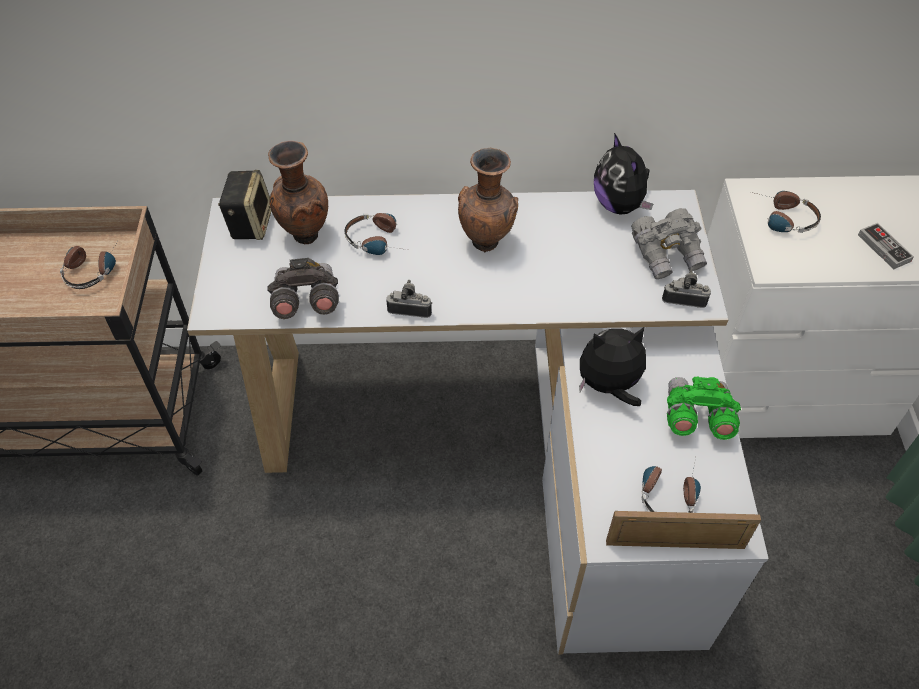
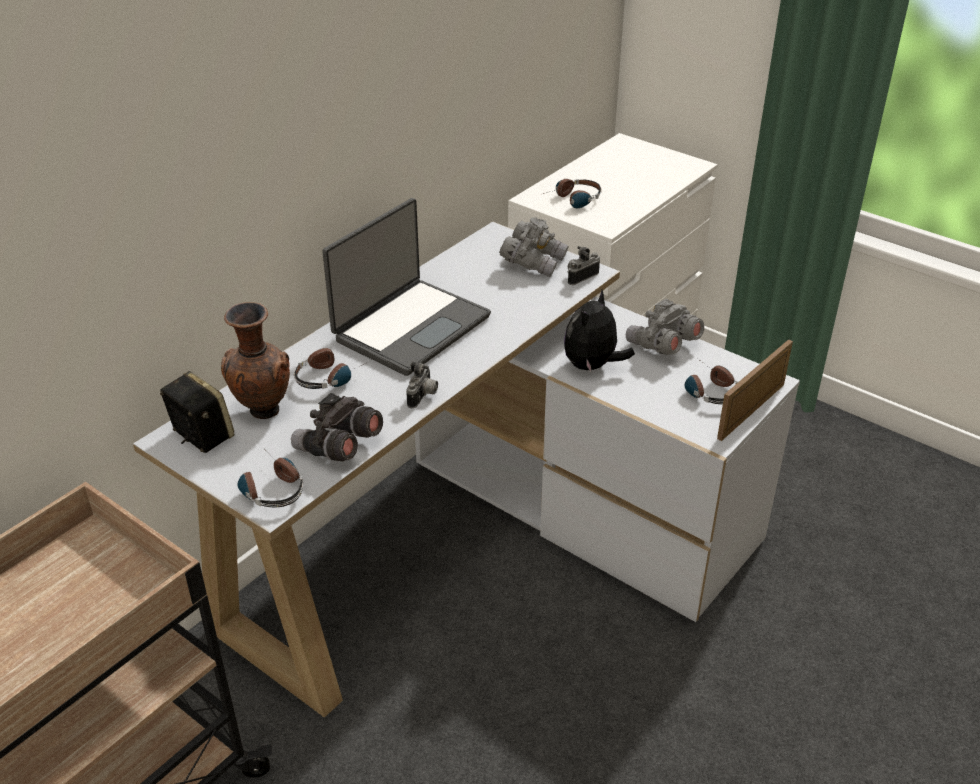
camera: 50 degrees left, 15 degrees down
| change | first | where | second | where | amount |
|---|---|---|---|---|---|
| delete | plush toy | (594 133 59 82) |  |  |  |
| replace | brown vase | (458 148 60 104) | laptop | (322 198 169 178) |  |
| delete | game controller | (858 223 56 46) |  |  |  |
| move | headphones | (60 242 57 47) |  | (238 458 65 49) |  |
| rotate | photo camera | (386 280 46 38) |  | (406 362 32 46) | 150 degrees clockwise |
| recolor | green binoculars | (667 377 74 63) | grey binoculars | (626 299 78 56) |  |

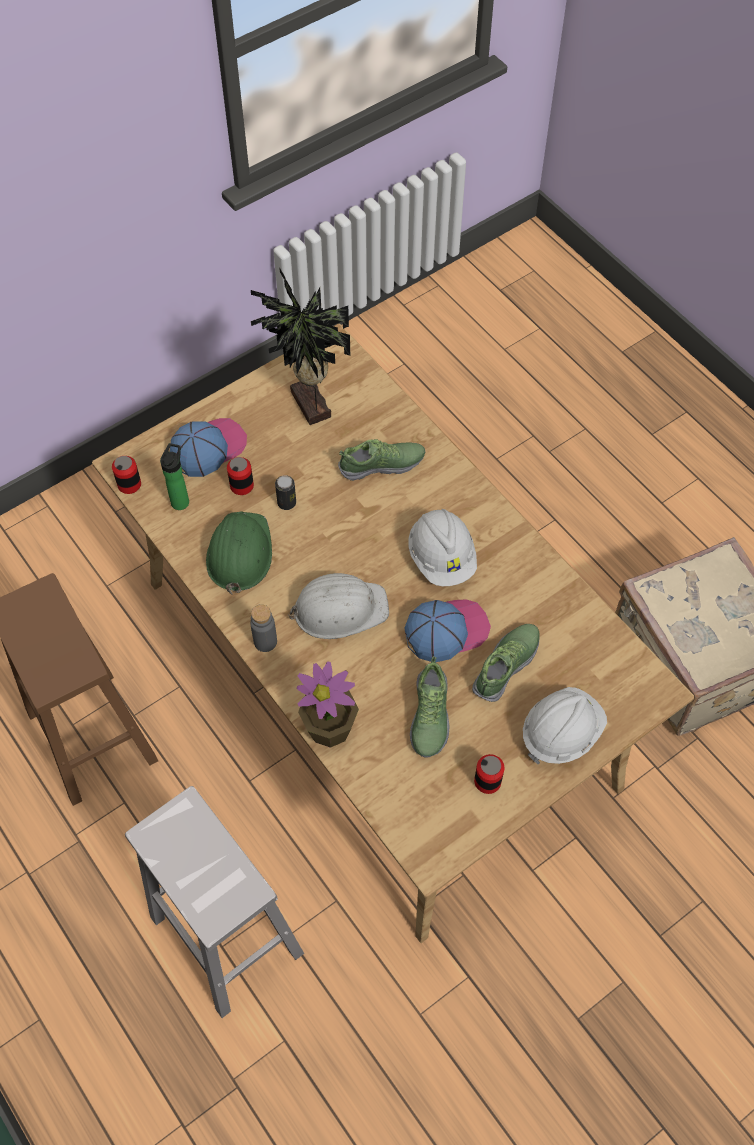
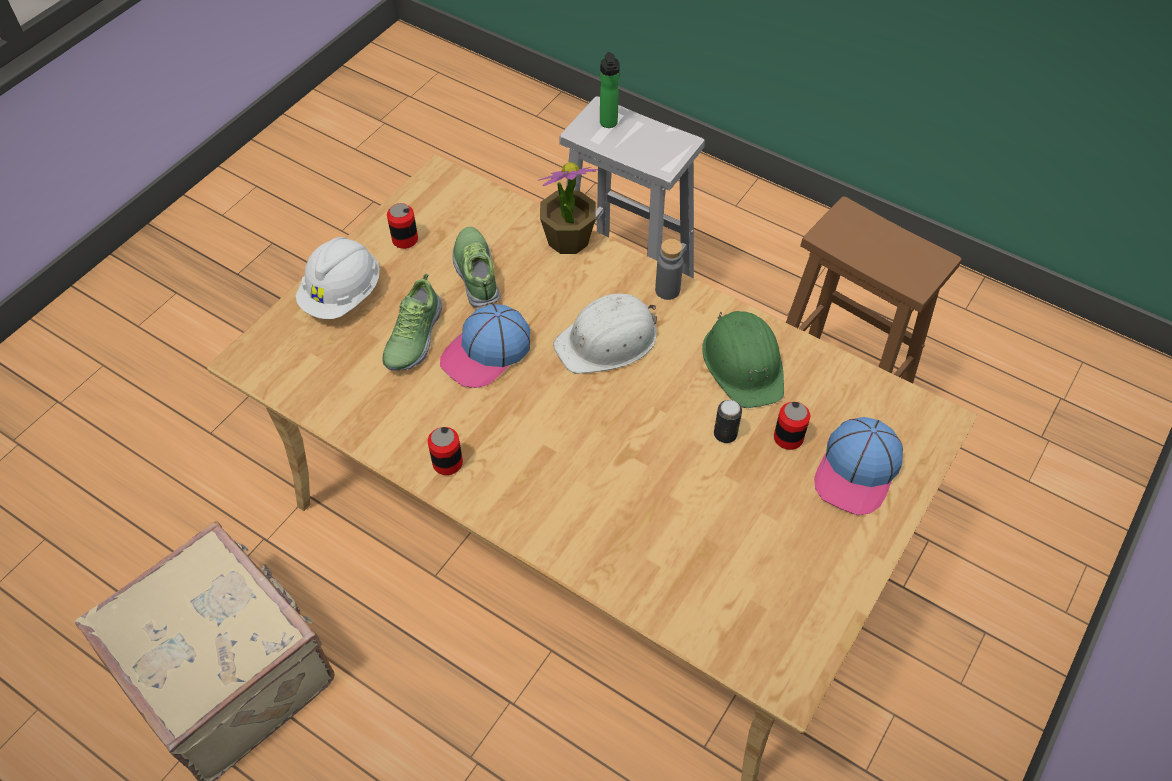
camera: 160 degrees right, 5 degrees down
| change | first | where | second | where | amount |
|---|---|---|---|---|---|
| delete | potted plant | (251 267 99 158) |  |  |  |
| delete | shoe | (338 439 87 42) |  |  |  |
| move | bottle | (160 443 29 67) |  | (600 52 20 76) |  |
| move | can | (112 456 29 38) |  | (428 427 35 48) |  |
| delete | white hard hat | (408 509 69 77) |  |  |  |

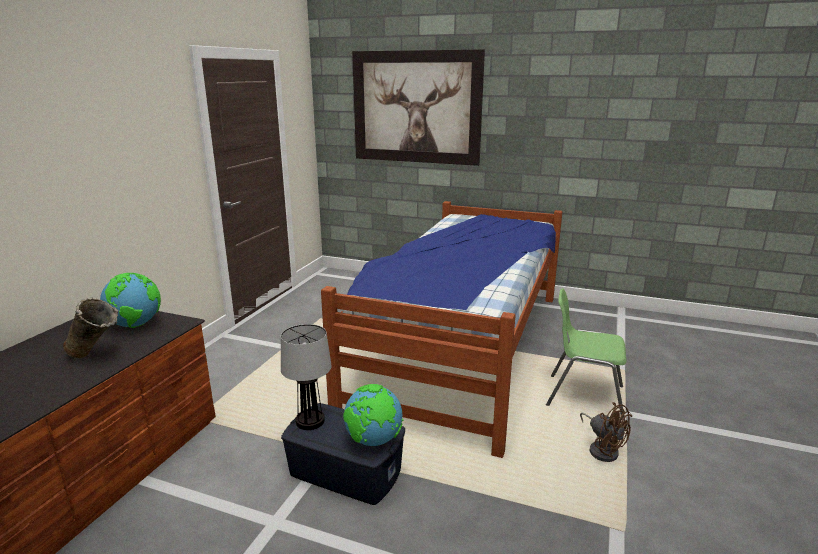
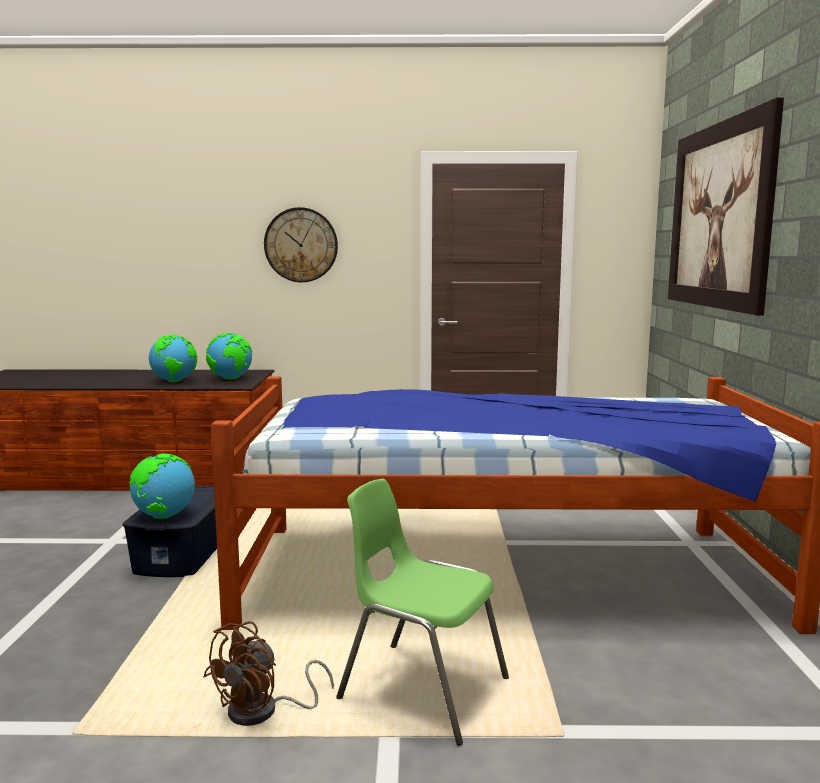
camera: 70 degrees right, 10 degrees down
| change | first | where | second | where | amount |
|---|---|---|---|---|---|
| rotate | green chair | (546 288 81 133) |  | (336 479 173 267) | 60 degrees counterclockwise |
| replace | beige vase | (63 298 56 60) | globe | (149 335 48 47) |  |
| delete | table lamp | (281 324 51 106) |  |  |  |
| insert |  |  | wall clock | (264 207 74 75) |  |

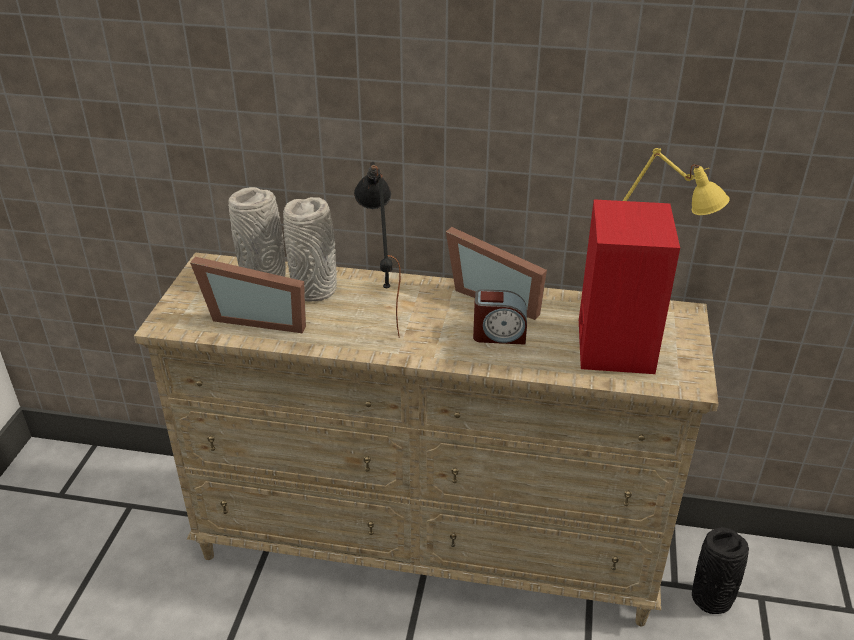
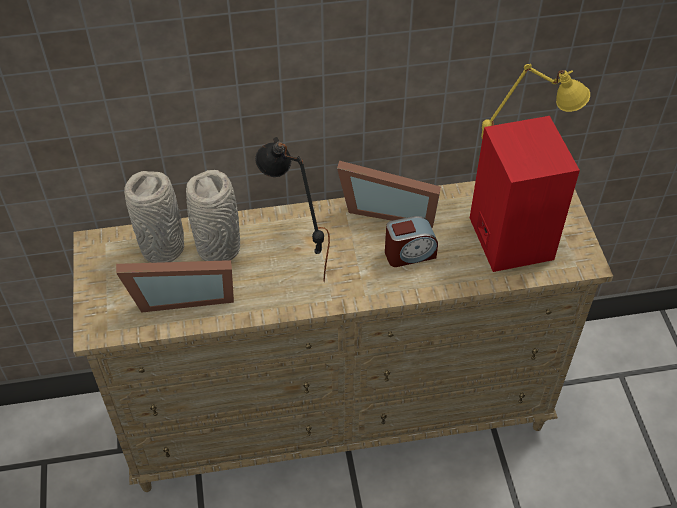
camera: 20 degrees left, 15 degrees up
| change | first | where | second | where | amount |
|---|---|---|---|---|---|
| delete | black vase | (692 527 57 87) |  |  |  |

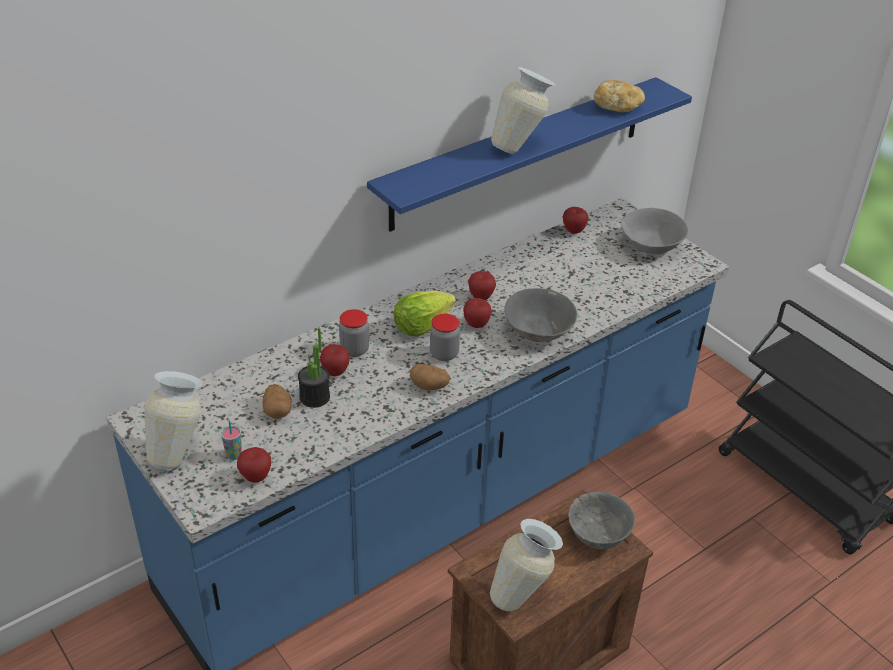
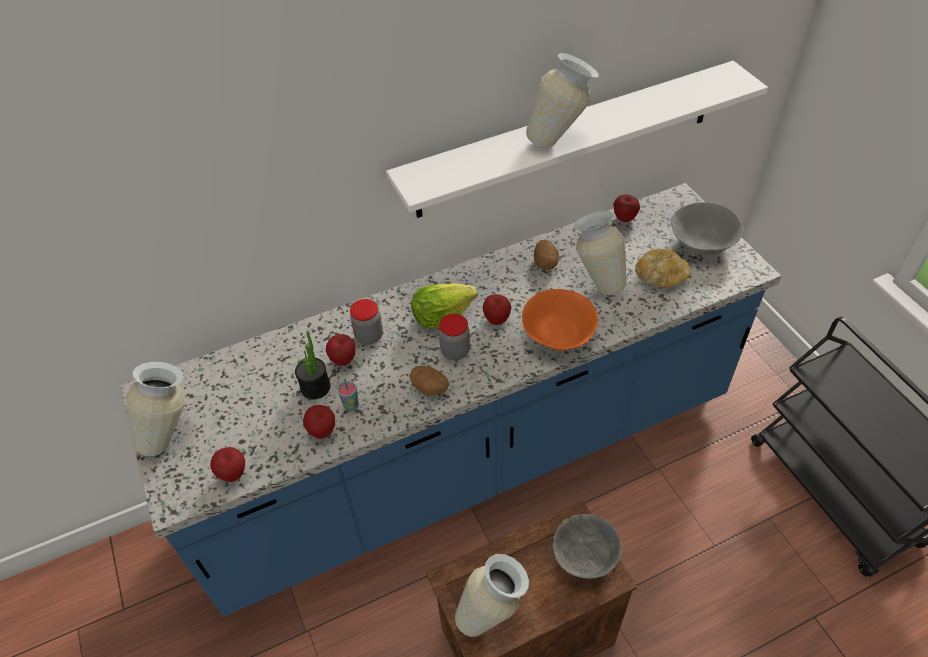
camera: 15 degrees right, 10 degrees up
| change | first | where | second | where | amount |
|---|---|---|---|---|---|
| recolor | blue shelf | (367 77 325 155) | white shelf | (386 61 382 157) |  |
| move | bread | (594 80 51 32) |  | (635 249 55 39) |  |
| move | apple | (468 271 28 29) |  | (303 405 32 34) |  |
| recolor | grey bowl | (504 288 73 54) | orange bowl | (522 289 76 61) |  |
| move | potato | (263 384 29 35) |  | (534 240 25 30) |  |
| move | cup | (221 421 21 39) |  | (338 379 21 33) |  |
| insert |  |  | vase | (573 211 53 84) |  |

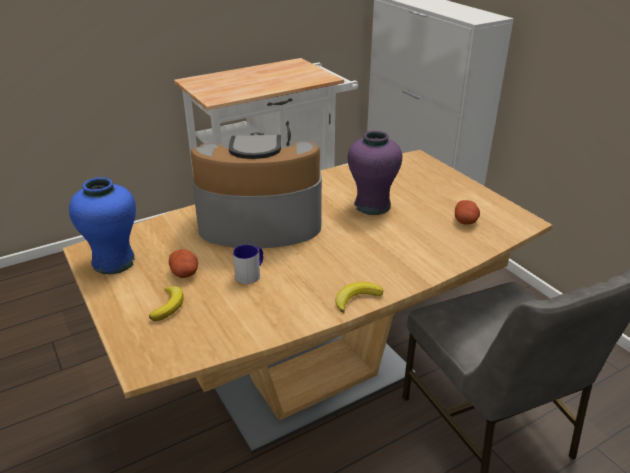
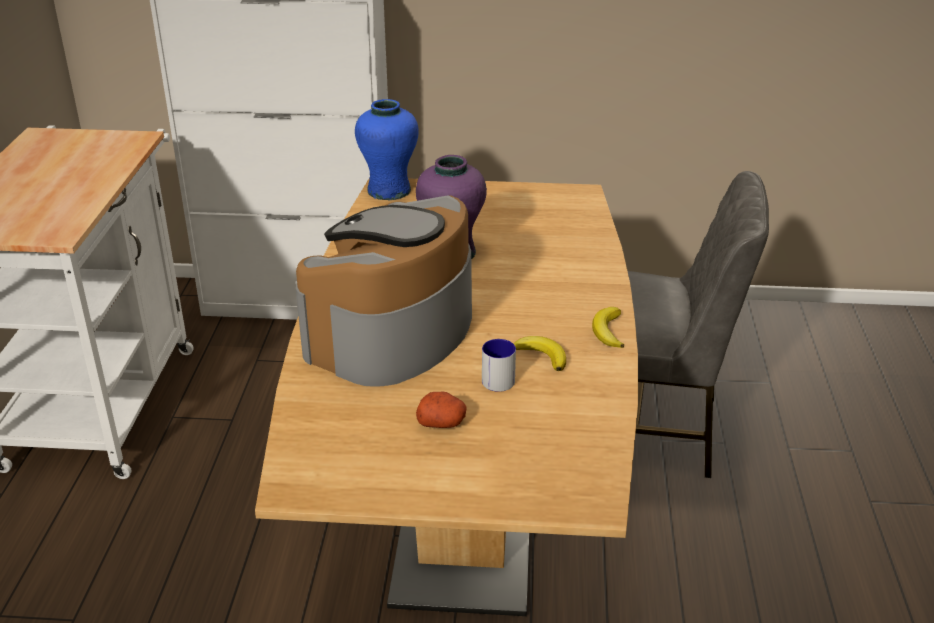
camera: 55 degrees left, 0 degrees up
| change | first | where | second | where | amount |
|---|---|---|---|---|---|
| move | blue vase | (69 177 67 98) |  | (355 99 64 102) |  |
| delete | potato | (455 200 25 25) |  |  |  |
| move | banana | (149 286 35 35) |  | (514 336 52 35) |  |

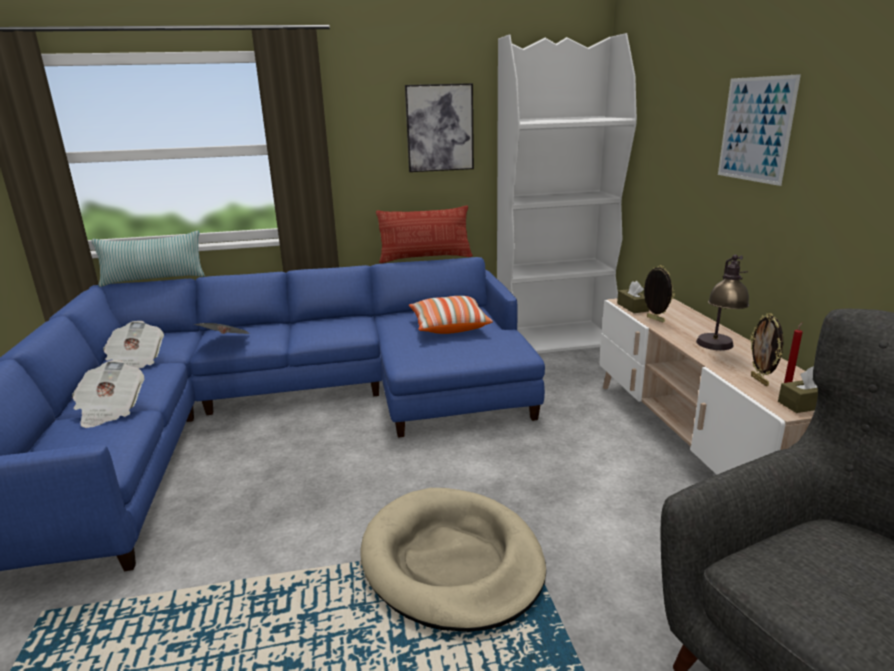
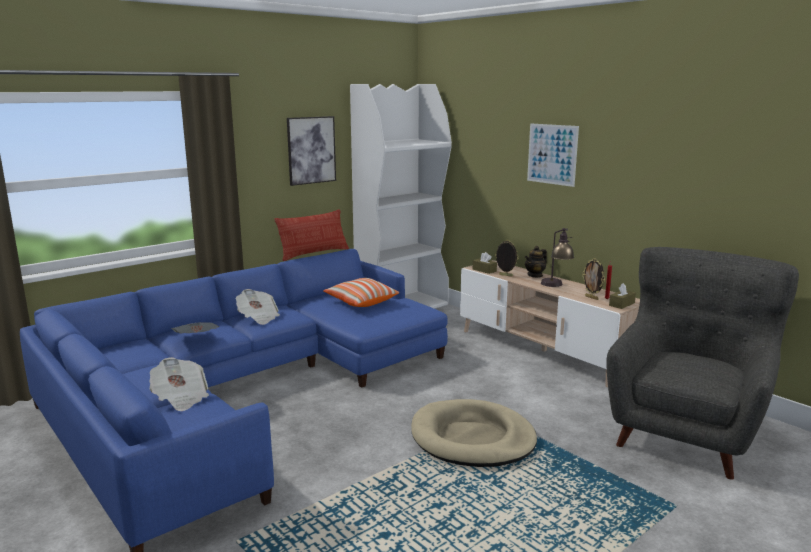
camera: 30 degrees left, 5 degrees down
| change | first | where | second | where | amount |
|---|---|---|---|---|---|
| delete | pillow | (92 231 113 56) |  |  |  |
| move | newspaper | (103 321 61 48) |  | (235 289 45 36) |  |
| insert |  |  | teapot | (525 246 22 32) |  |

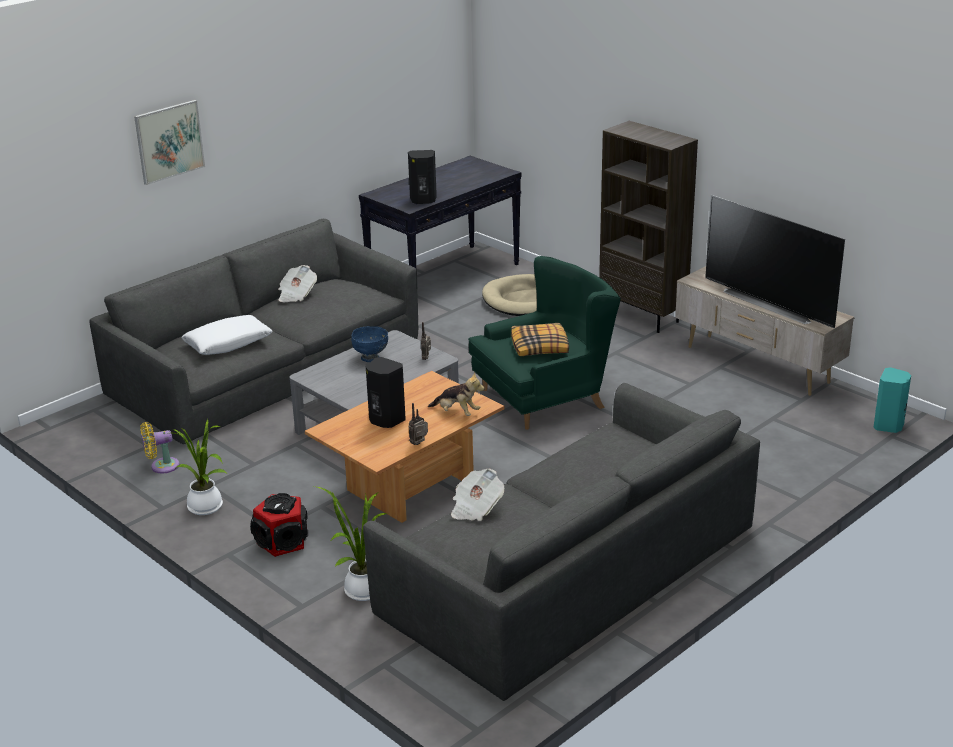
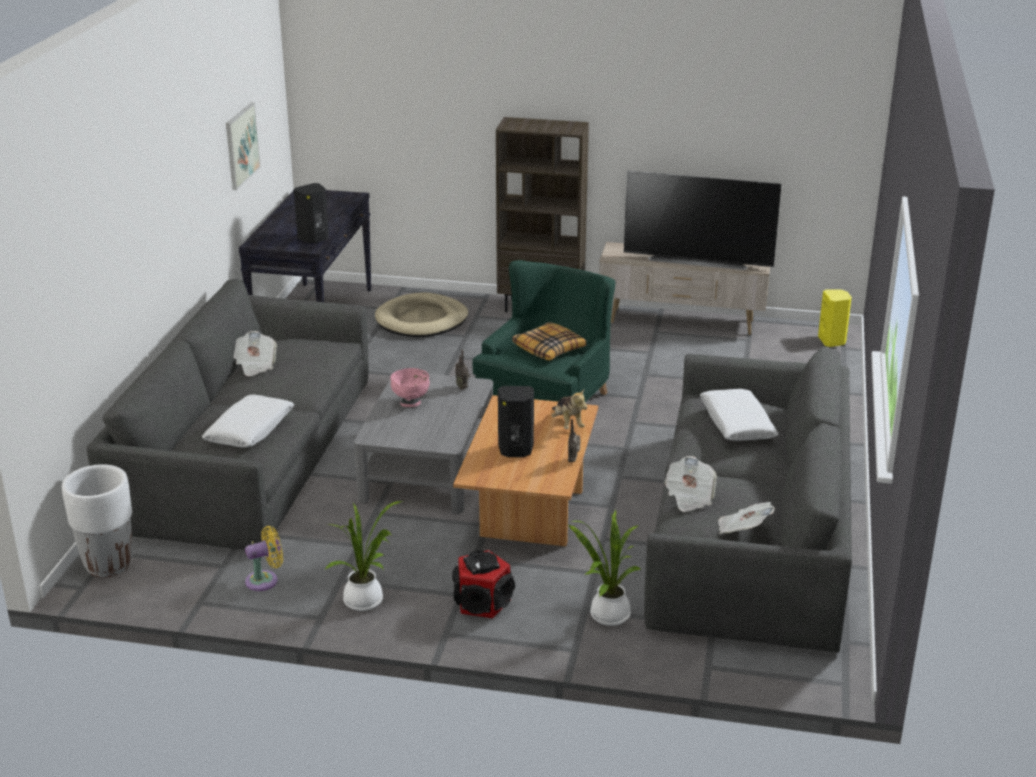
camera: 35 degrees left, 0 degrees up
| change | first | where | second | where | amount |
|---|---|---|---|---|---|
| move | picture | (134 100 71 85) |  | (226 102 35 88) |  |
| recolor | blue bowl | (351 326 37 36) | pink bowl | (390 368 40 39) |  |
| recolor | turquoise speaker | (873 367 38 66) | yellow speaker | (818 290 34 57) |  |
| rotate | plush toy | (428 372 57 44) |  | (552 389 35 40) | 75 degrees clockwise |
| rotate | yellow fan | (140 422 39 51) |  | (245 526 38 65) | 150 degrees counterclockwise |
| insert |  |  | white pillow | (700 389 78 52) |  |
| insert |  |  | white planter | (62 464 70 113) |  |
| insert |  |  | newspaper | (718 502 57 32) |  |

